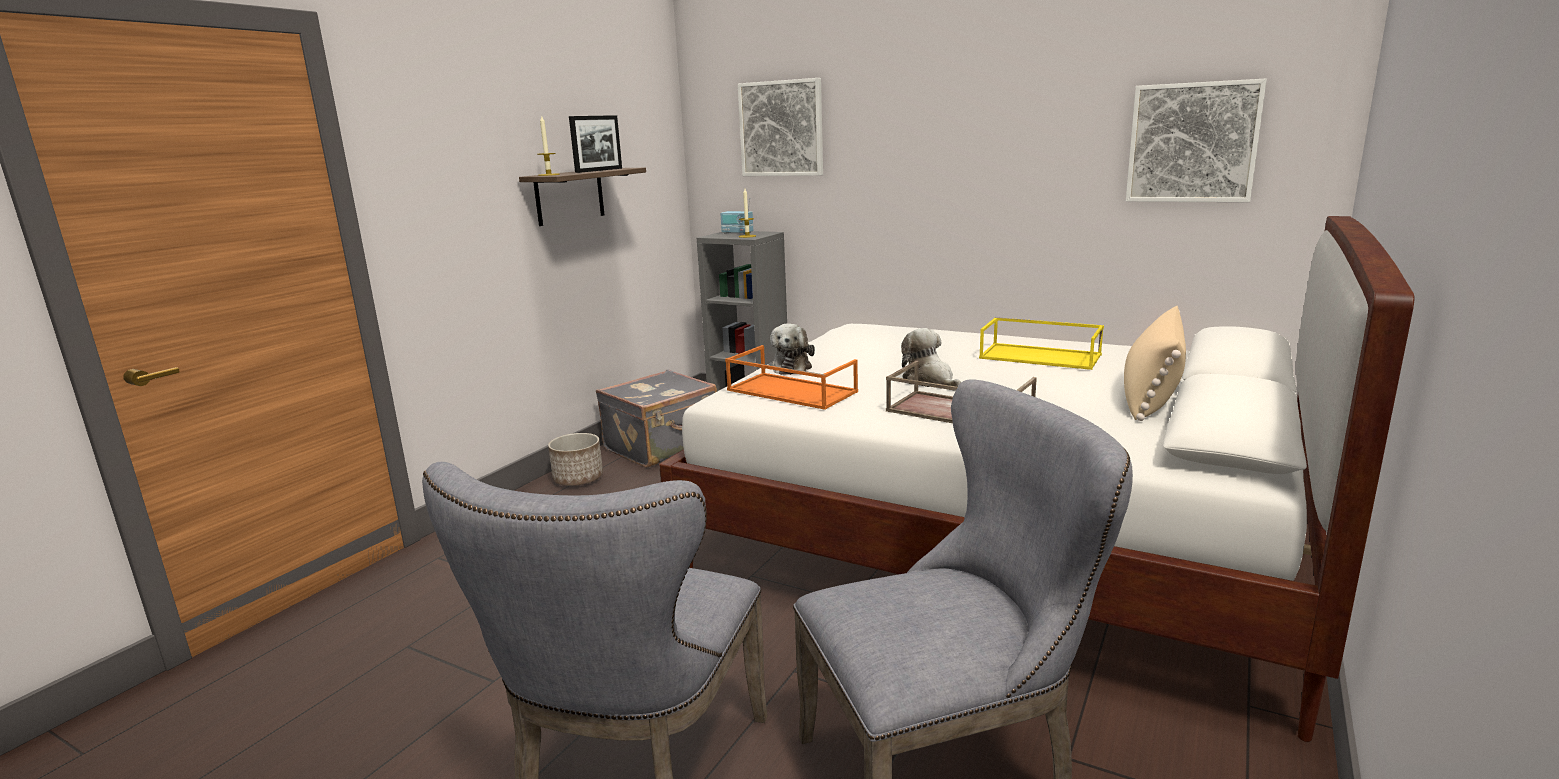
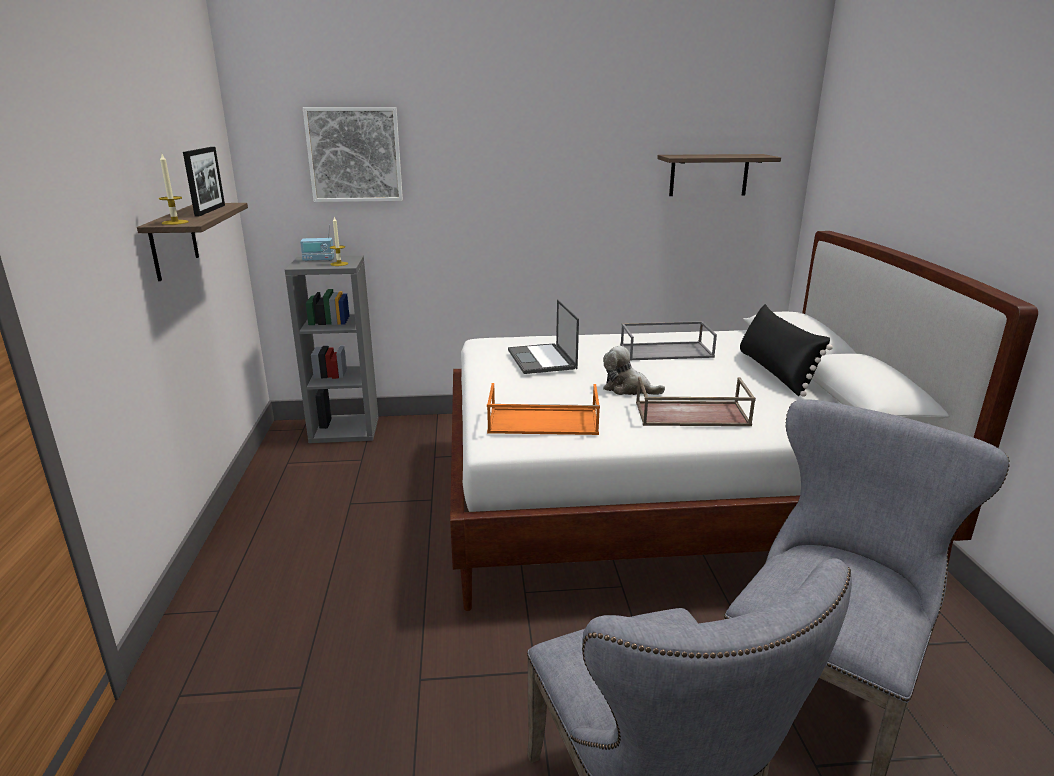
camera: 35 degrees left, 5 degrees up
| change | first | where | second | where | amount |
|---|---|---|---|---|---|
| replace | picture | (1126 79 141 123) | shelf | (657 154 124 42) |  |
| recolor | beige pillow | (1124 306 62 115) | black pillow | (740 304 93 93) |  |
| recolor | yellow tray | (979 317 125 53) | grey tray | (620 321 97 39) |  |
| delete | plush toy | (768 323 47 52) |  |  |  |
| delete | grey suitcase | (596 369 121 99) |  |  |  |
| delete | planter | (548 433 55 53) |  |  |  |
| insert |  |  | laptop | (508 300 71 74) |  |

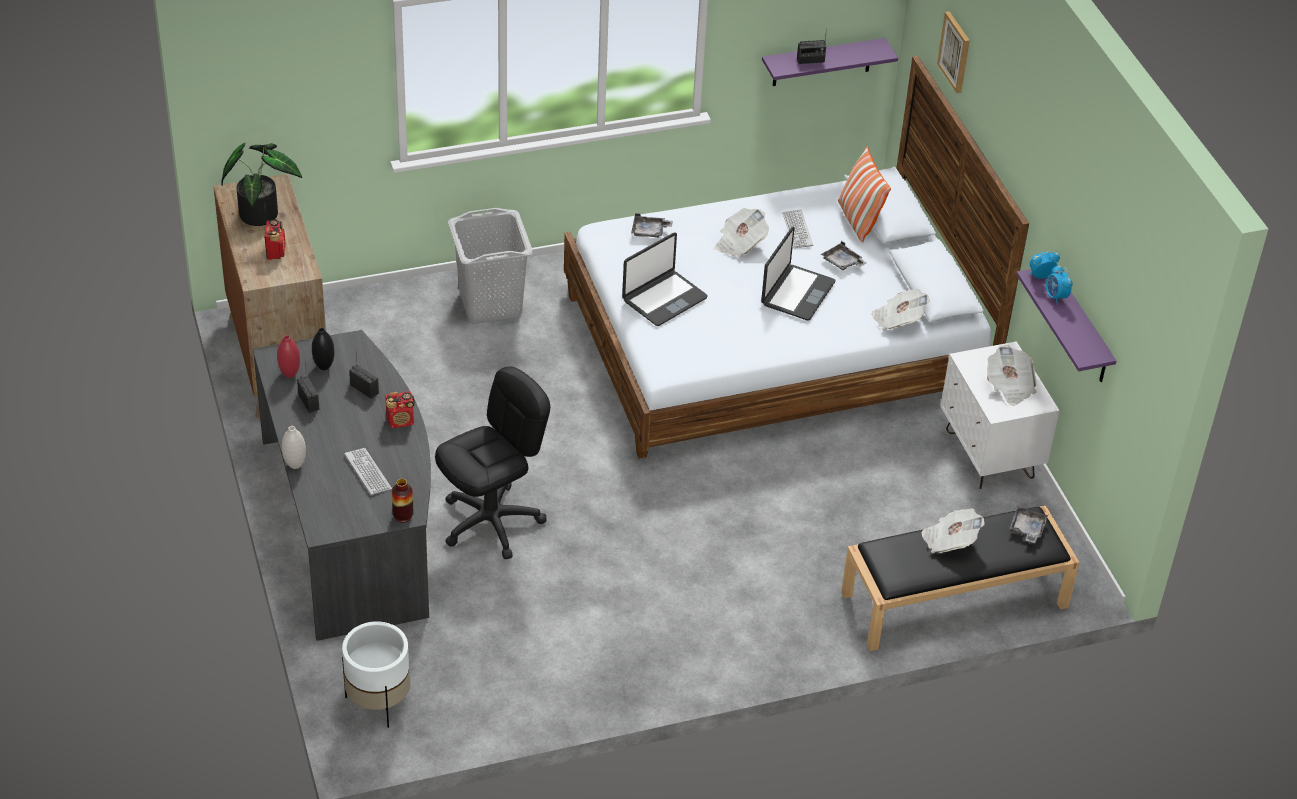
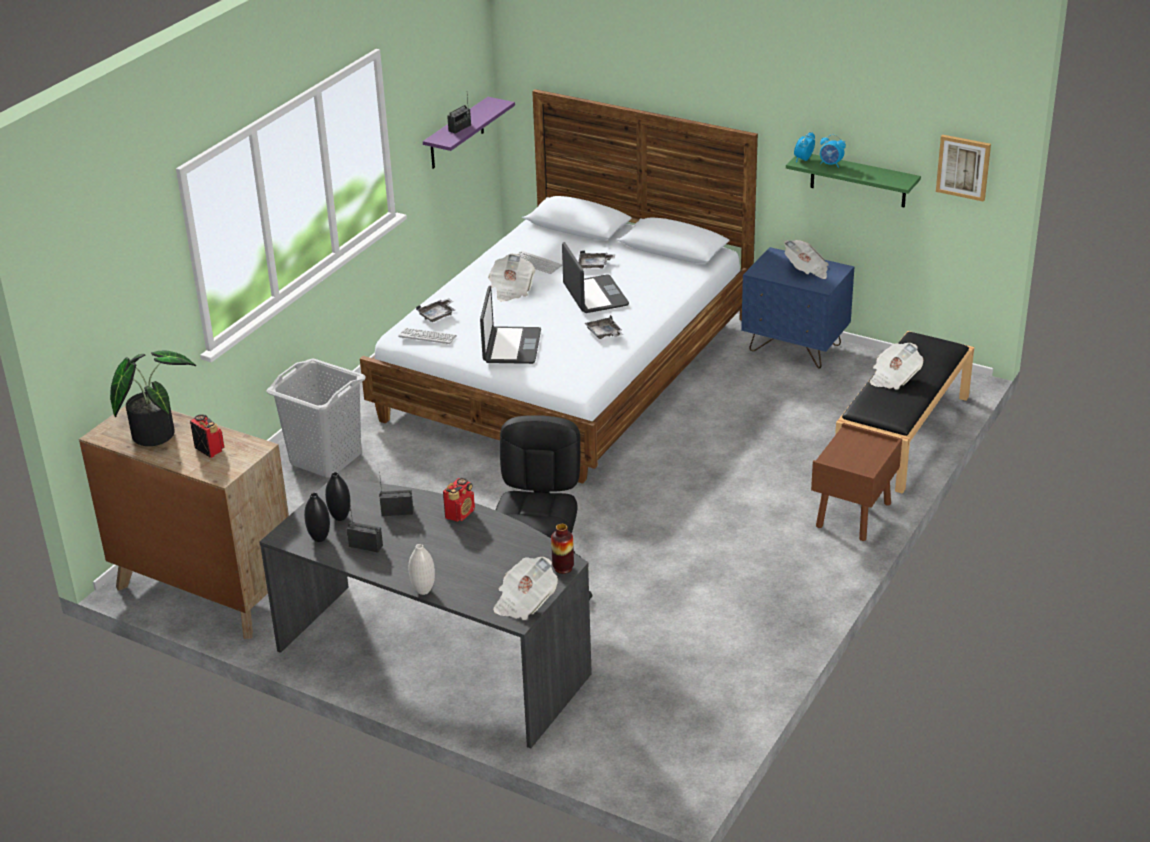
camera: 40 degrees left, 10 degrees down
| change | first | where | second | where | amount |
|---|---|---|---|---|---|
| move | picture | (937 11 33 82) |  | (936 135 55 66) |  |
| delete | pillow | (838 146 53 96) |  |  |  |
| recolor | purple shelf | (1016 269 100 113) | green shelf | (786 154 135 54) |  |
| move | newspaper | (871 289 59 42) |  | (493 557 65 63) |  |
| recolor | red vase | (277 335 23 43) | black vase | (304 493 26 49) |  |
| recolor | white nightstand | (940 341 120 148) | blue nightstand | (741 247 113 121) |  |
| move | keyboard | (345 448 47 47) |  | (398 328 59 17) |  |
| move | grey tray | (1009 506 39 37) |  | (585 315 38 24) |  |
| delete | white planter | (342 621 68 107) |  |  |  |
| insert |  |  | brown nightstand | (811 423 91 118) |  |

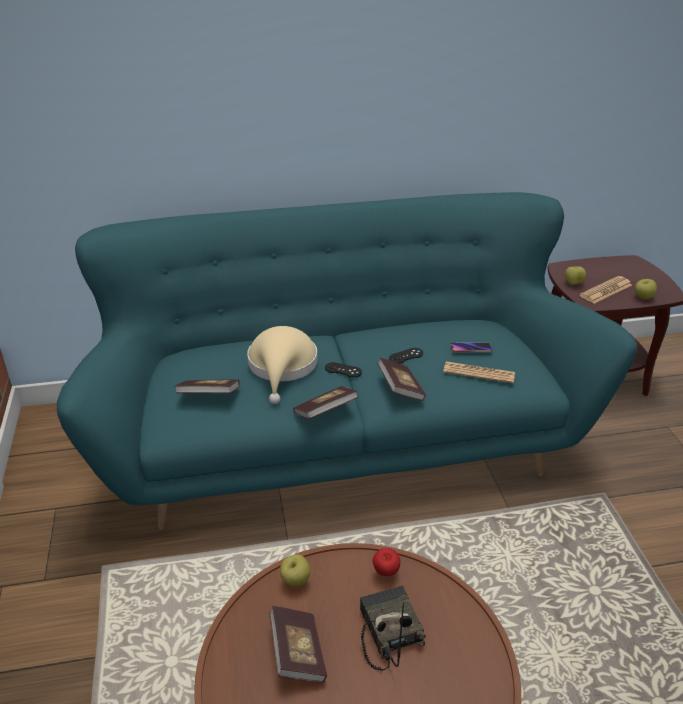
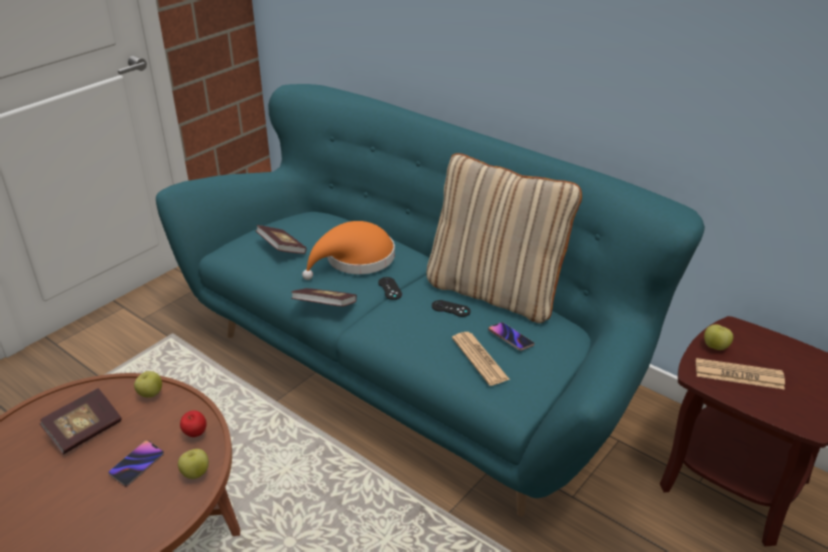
camera: 50 degrees right, 0 degrees up
| change | first | where | second | where | amount |
|---|---|---|---|---|---|
| move | apple | (635 279 22 20) |  | (178 449 31 30) |  |
| recolor | beige hat | (247 326 71 78) | orange hat | (302 221 93 59) |  |
| delete | book | (377 357 49 44) |  |  |  |
| replace | radio | (360 586 66 85) | phone | (108 440 56 47) |  |
| insert |  |  | beige pillow | (426 153 156 170) |  |

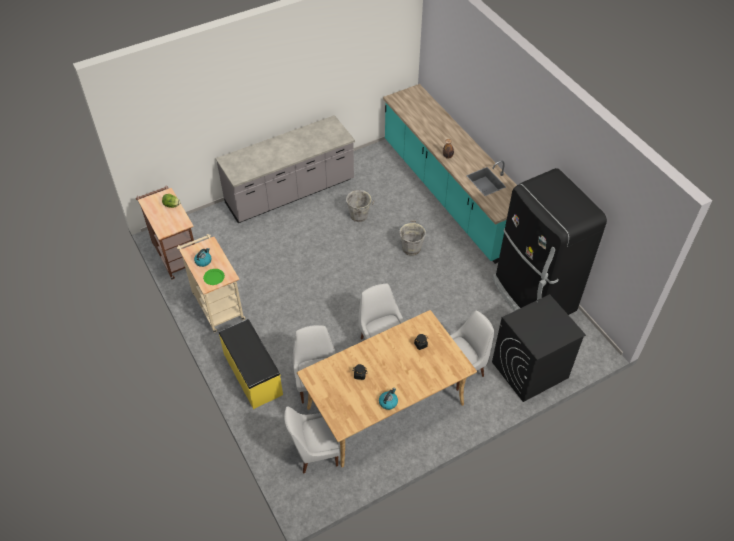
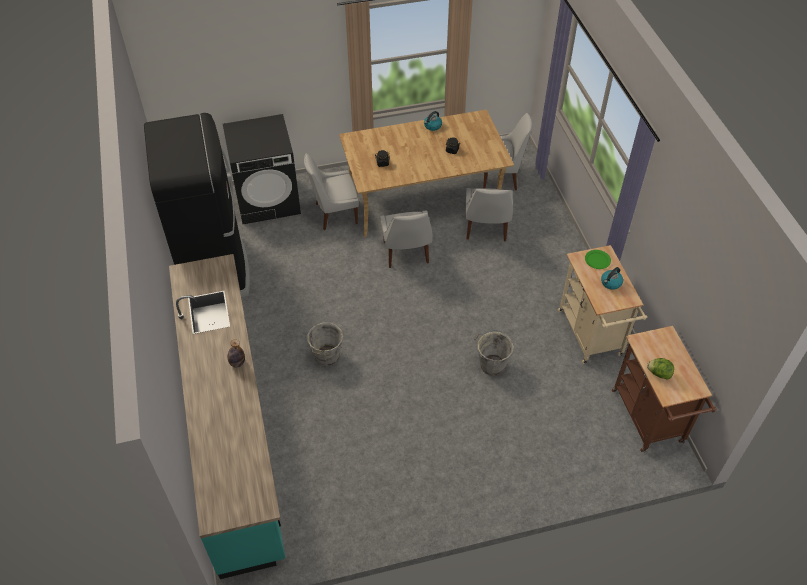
camera: 165 degrees left, 0 degrees up
| change | first | where | second | where | amount |
|---|---|---|---|---|---|
| delete | grey counter | (216 115 139 108) |  |  |  |
| move | grey bucket | (346 190 28 32) |  | (474 330 40 46) |  |
| delete | yellow bench | (219 319 64 90) |  |  |  |

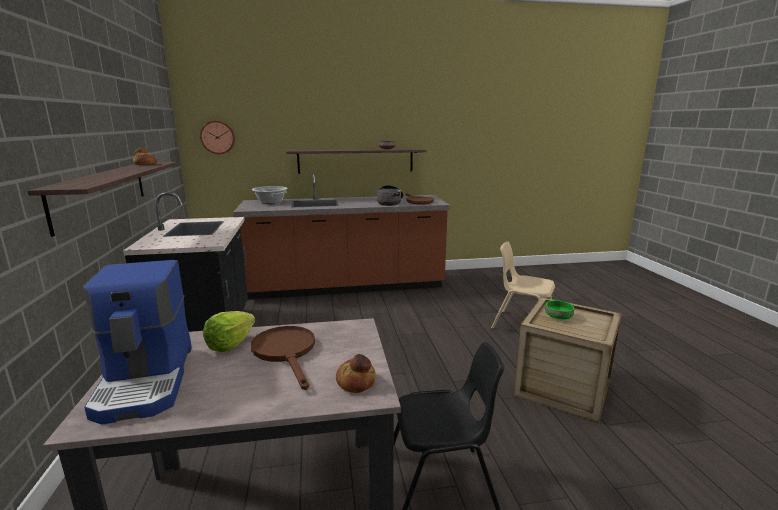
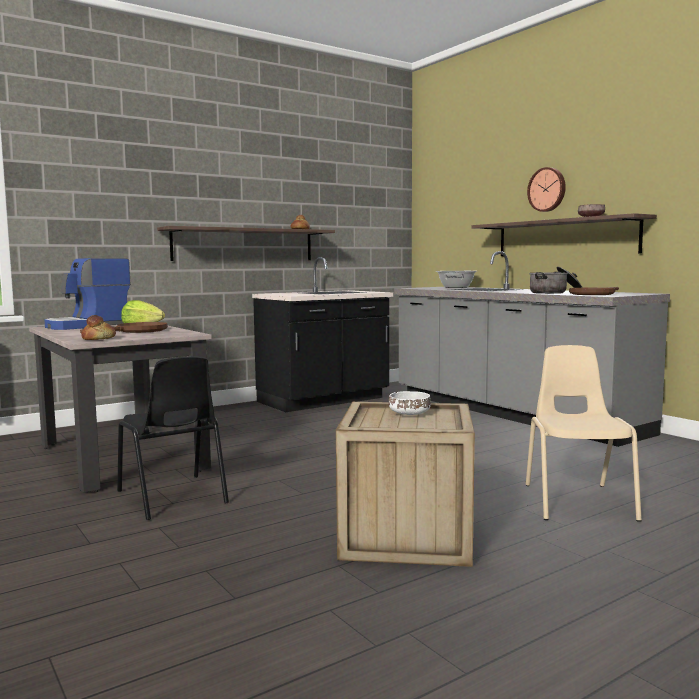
camera: 65 degrees right, 10 degrees down
| change | first | where | second | where | amount |
|---|---|---|---|---|---|
| move | wall clock | (200 121 35 33) |  | (527 167 39 45) |  |
| recolor | brown counter | (233 172 217 128) | grey counter | (394 251 276 196) |  |
| recolor | green bowl | (545 300 29 19) | white bowl | (389 391 42 24) |  |

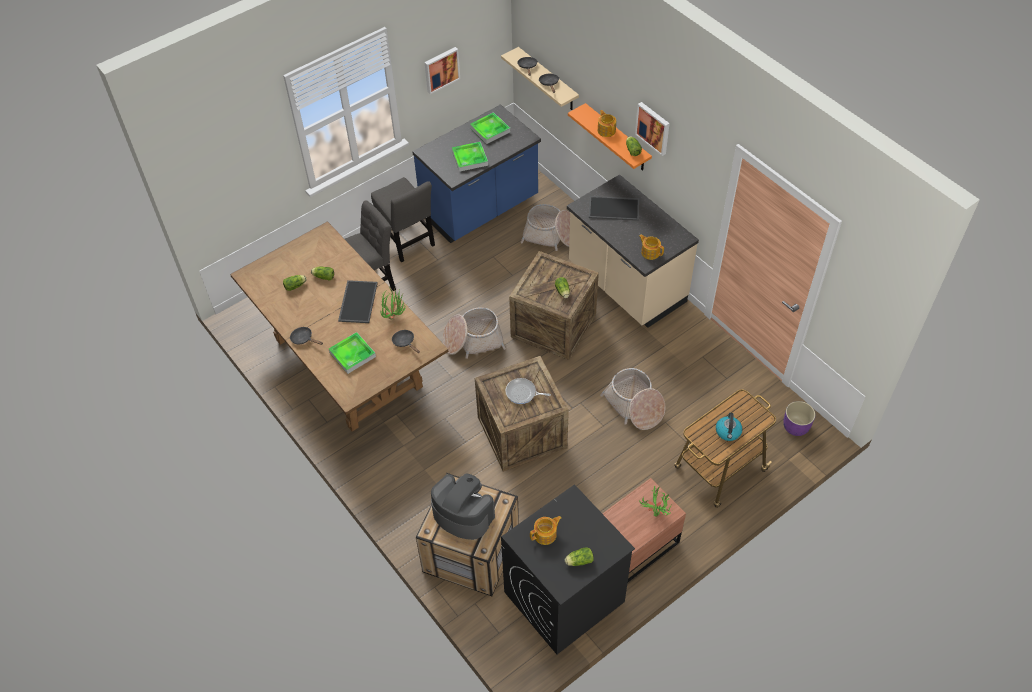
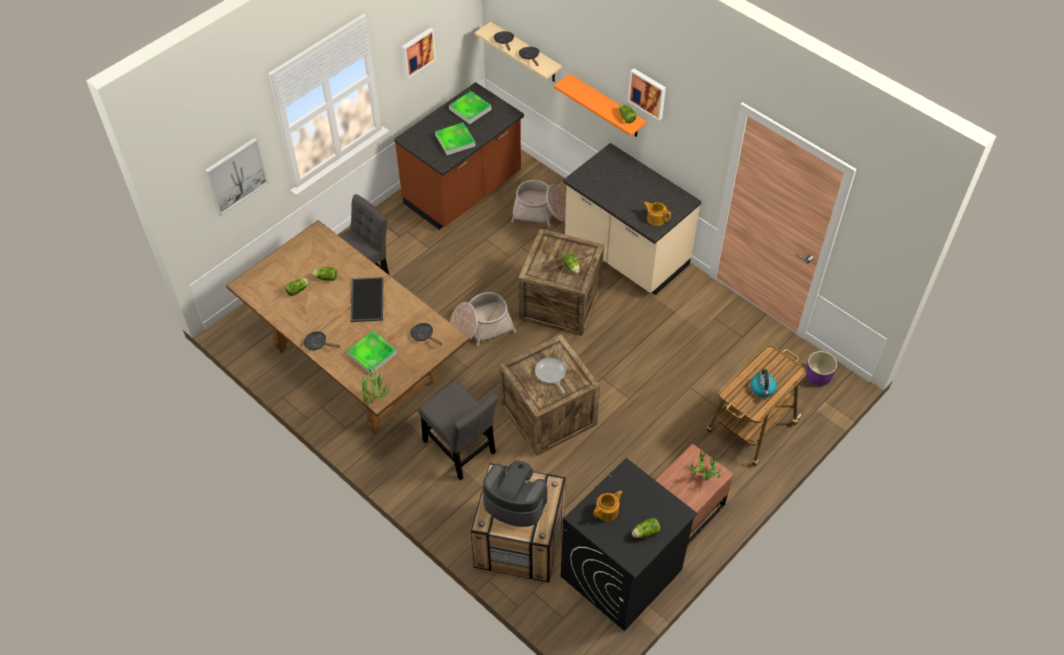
camera: 10 degrees left, 0 degrees up
| change | first | where | second | where | amount |
|---|---|---|---|---|---|
| recolor | blue counter | (412 104 129 139) | brown counter | (394 82 130 148) |  |
| delete | teapot | (598 110 18 27) |  |  |  |
| move | grey chair | (371 177 64 85) |  | (419 381 79 99) |  |
| delete | tray | (589 196 50 25) |  |  |  |
| move | potted plant | (380 287 27 33) |  | (361 368 30 35) |  |
| delete | basket | (600 368 66 62) |  |  |  |
| rotate | frying pan | (505 378 46 26) |  | (535 357 31 36) | 60 degrees clockwise |
| insert |  |  | picture | (205 138 63 77) |  |

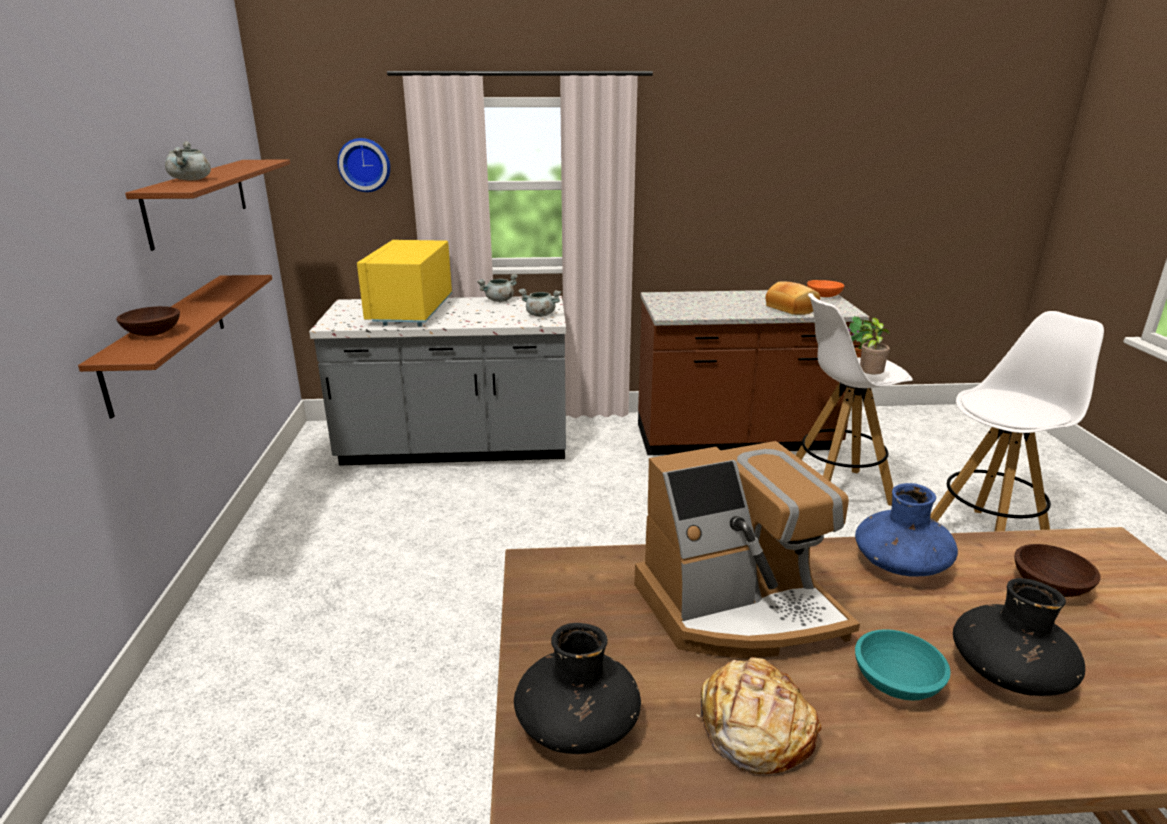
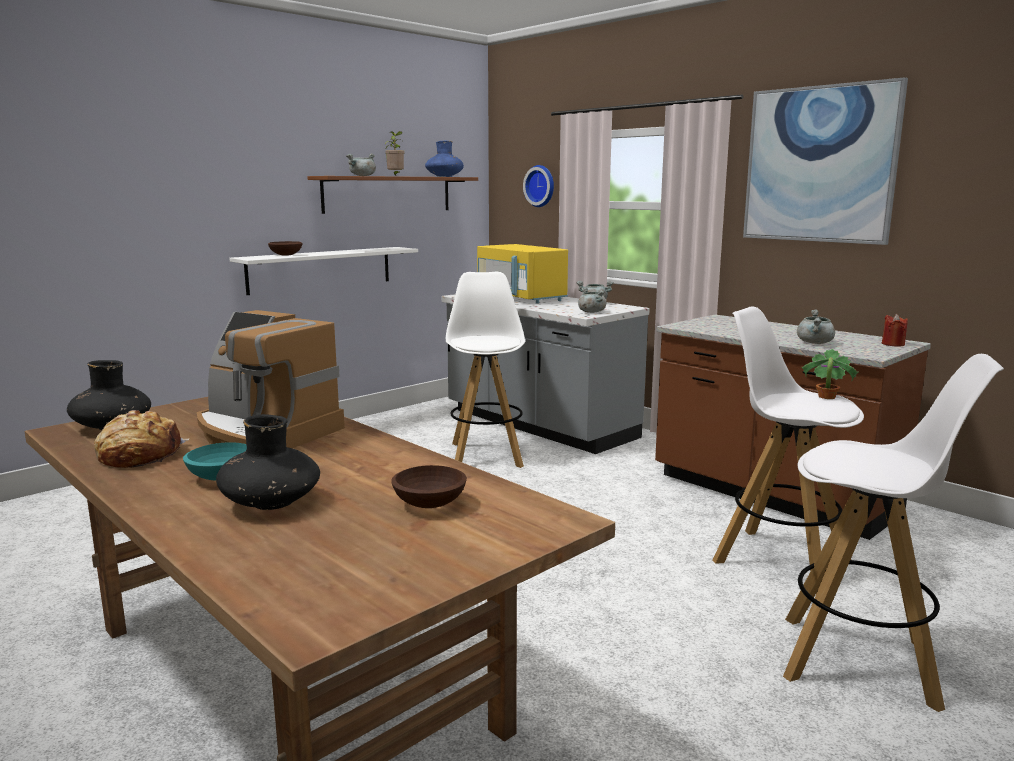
camera: 50 degrees right, 10 degrees down
| change | first | where | second | where | amount |
|---|---|---|---|---|---|
| rotate | yellow microwave | (357 240 95 87) |  | (477 244 91 60) | 90 degrees counterclockwise |
| recolor | brown shelf | (78 275 194 143) | white shelf | (229 247 189 48) |  |
| replace | orange bowl | (807 280 37 17) | red candle | (882 314 26 32) |  |
| replace | bread | (765 281 55 34) | grey cooking pot | (797 310 38 34) |  |
| move | potted plant | (859 317 31 57) |  | (385 131 19 45) |  |
| move | blue vase | (855 483 103 93) |  | (425 141 39 36) |  |
| insert |  |  | picture | (743 77 165 168) |  |
| insert |  |  | white stool | (446 272 80 196) |  |

